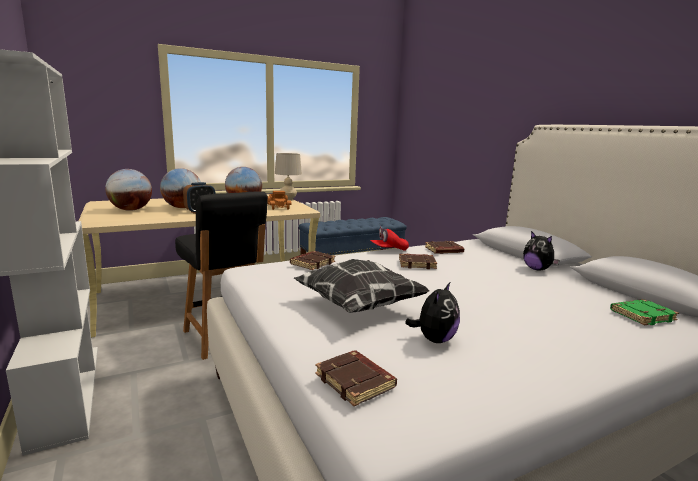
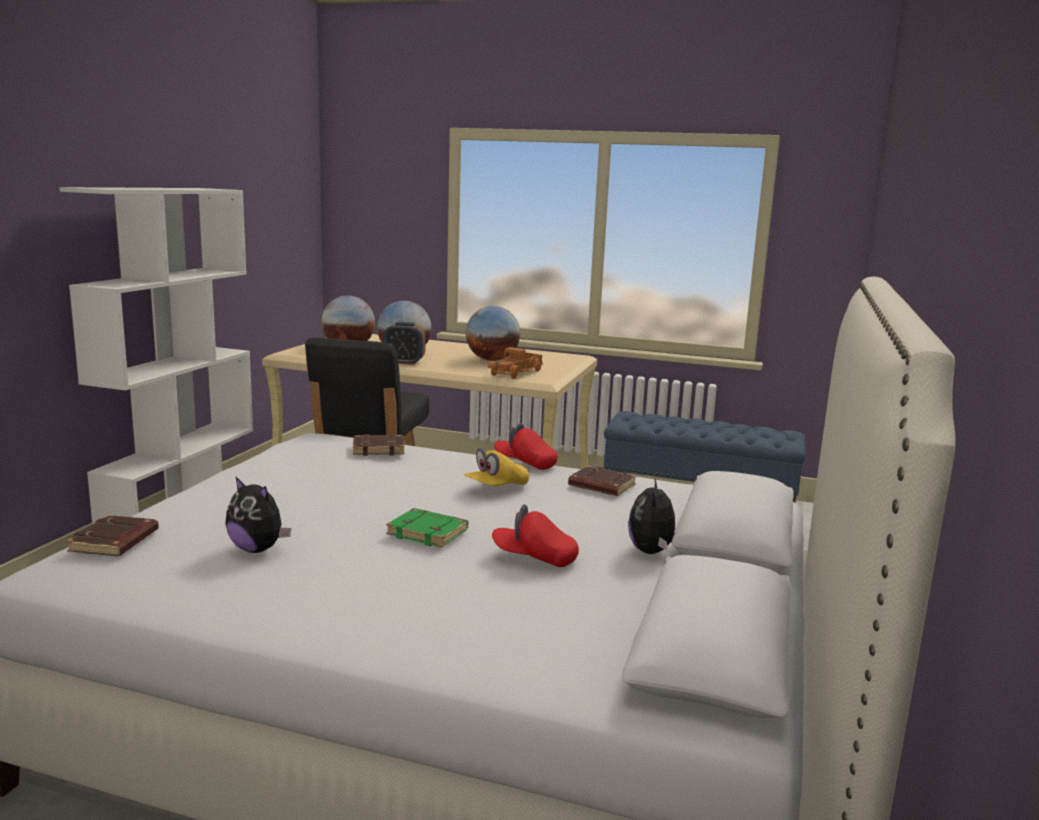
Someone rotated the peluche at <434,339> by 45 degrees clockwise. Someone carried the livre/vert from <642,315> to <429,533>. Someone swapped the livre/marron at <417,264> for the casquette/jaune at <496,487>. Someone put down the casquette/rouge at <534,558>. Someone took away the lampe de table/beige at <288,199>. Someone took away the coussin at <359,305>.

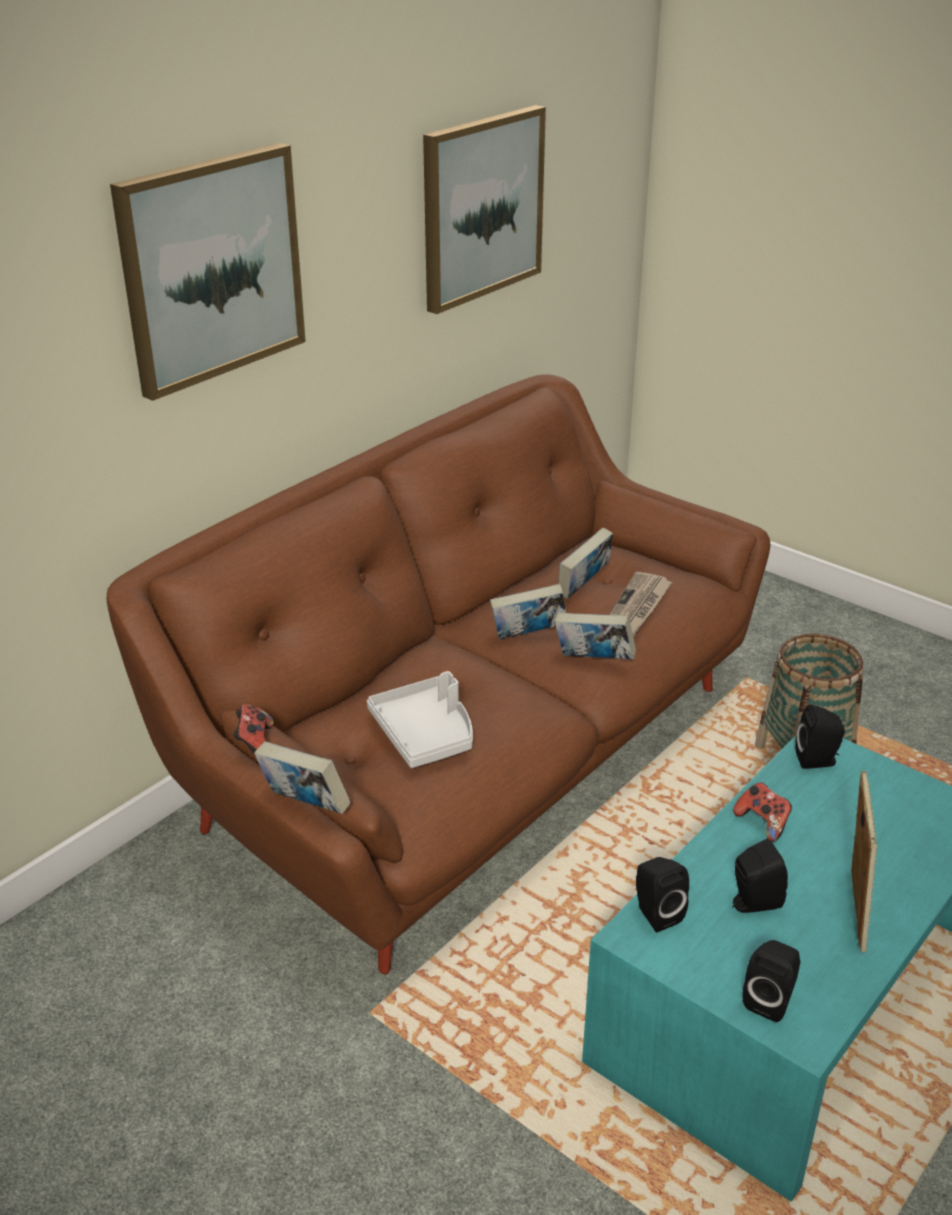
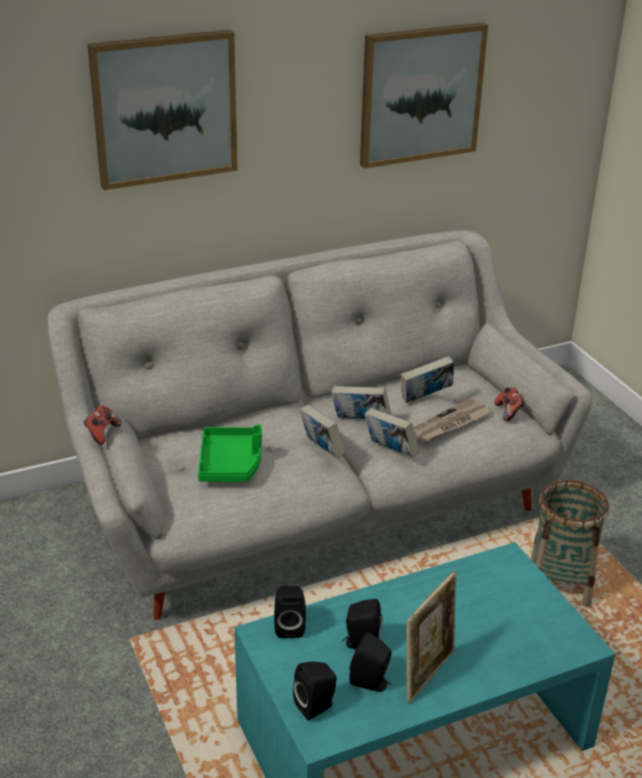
Someone repainted the canapé/marron at <476,758>, which became the canapé/gris at <318,504>. Someone repainted the plateau/gris at <425,734>, which became the plateau/vert at <231,464>. Someone carried the livre from <304,806> to <321,450>. Someone carried the enceinte/noir from <817,761> to <371,683>. Someone carried the manette from <762,823> to <508,412>.

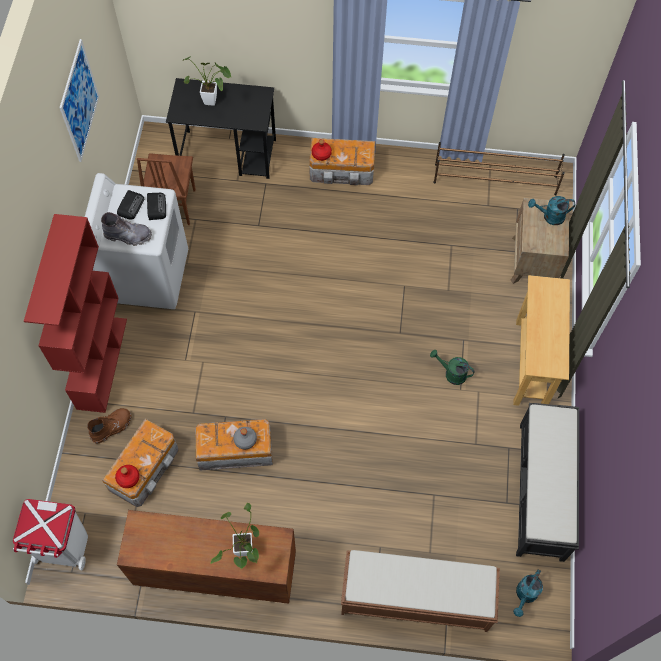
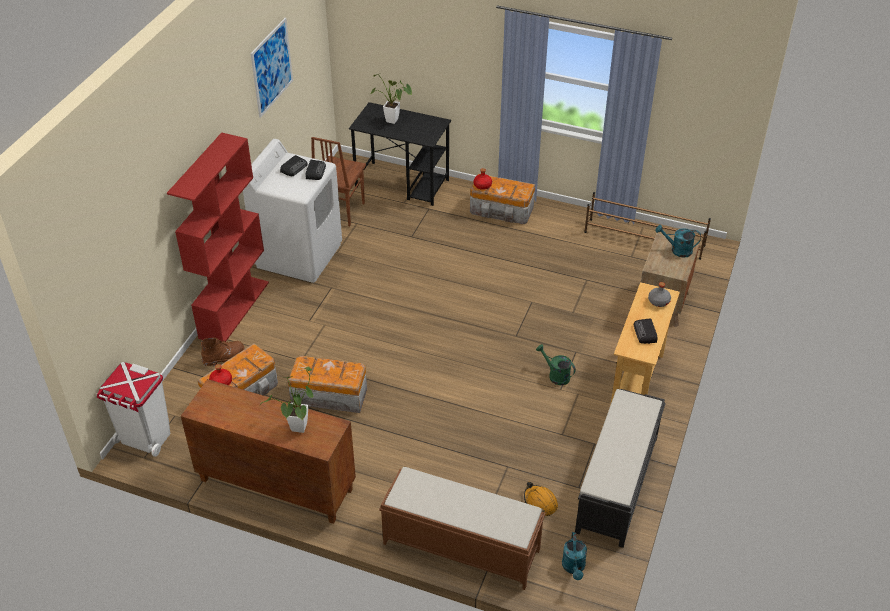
Someone put down the casque de chantier/orange at <540,502>. Someone rotated the arrosoir/turquoise at <525,595> by 45 degrees counterclockwise. Someone put down the radio at <645,333>. Someone carried the bouteille/gris from <245,439> to <658,301>. Someone took away the botte/gris at <128,236>.

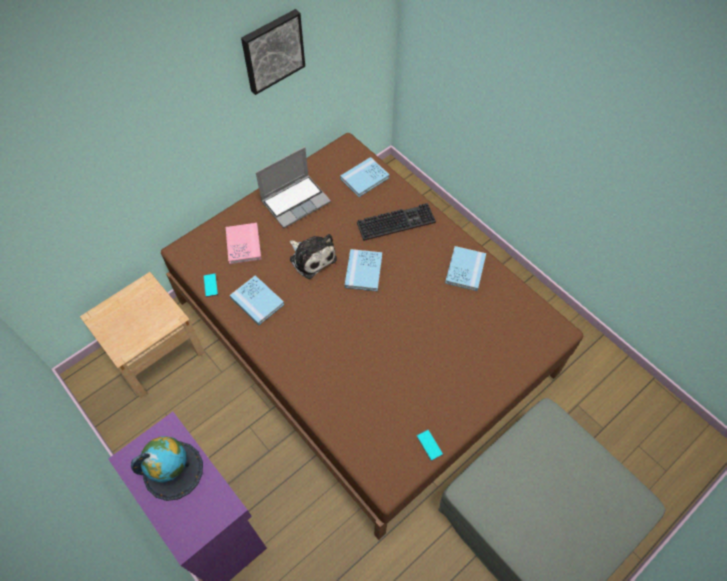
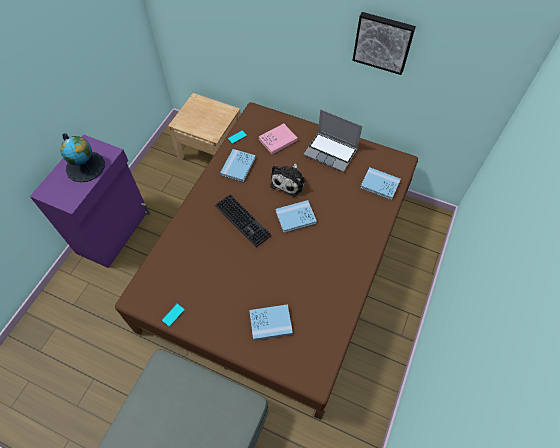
Someone carried the clavier from <397,221> to <244,220>. Someone carried the livre/bleu from <465,269> to <270,323>.

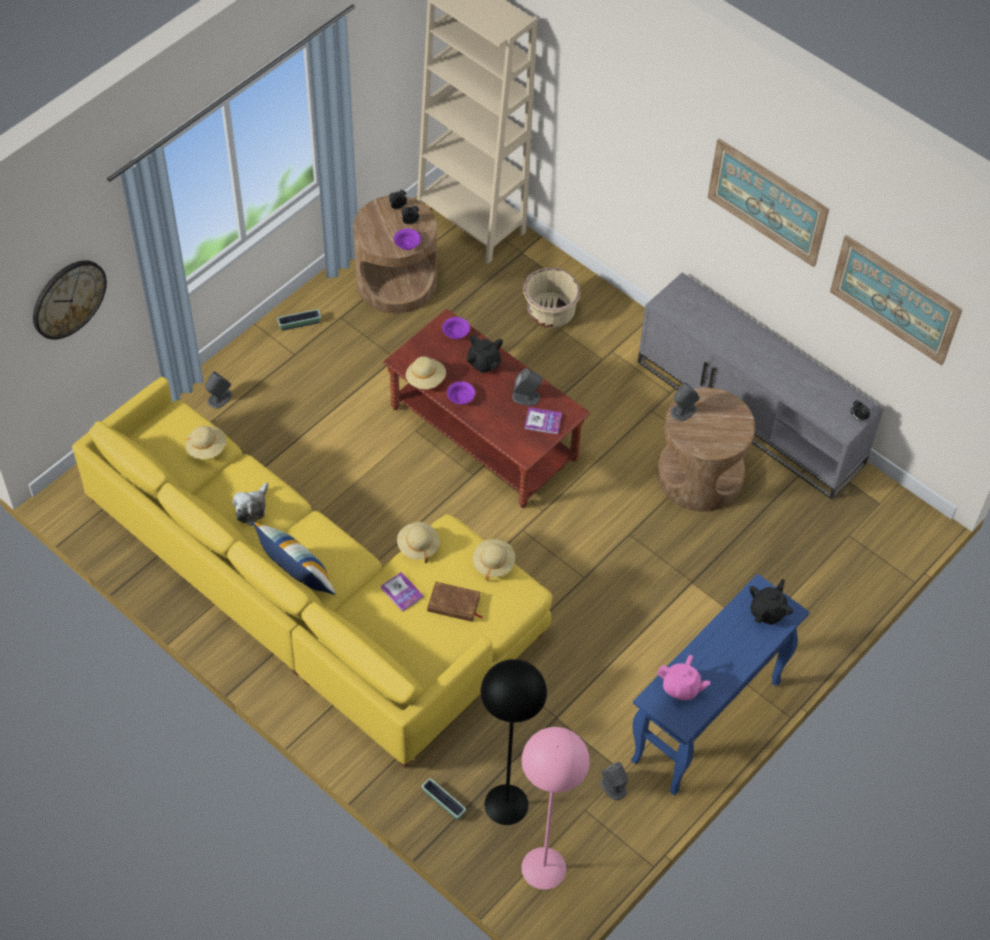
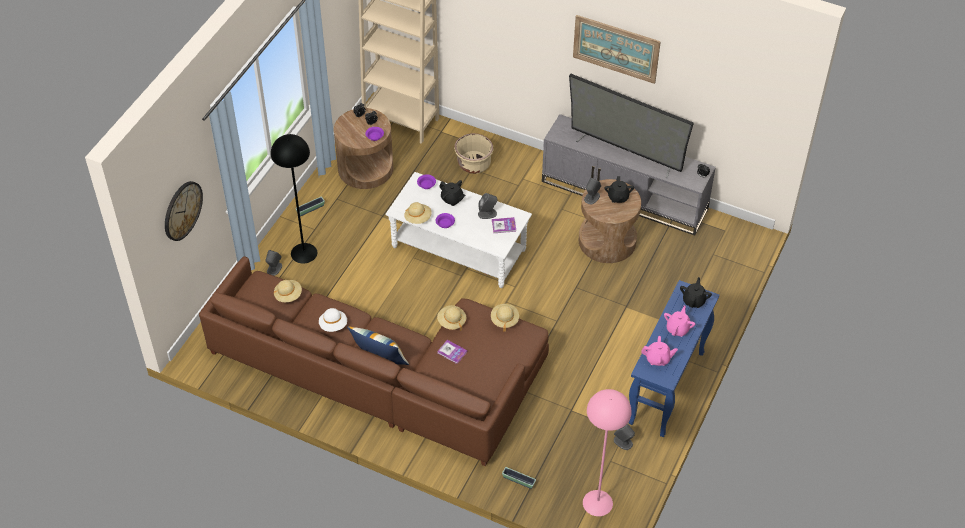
Someone repainted the canapé/jaune at <316,596>, which became the canapé/marron at <387,375>. Someone carried the lampadaire/noir from <506,804> to <303,253>. Someone swapped the peluche at <252,508> for the chapeau/blanc at <333,325>. Someone repainted the table basse/marron at <483,433>, which became the table basse/blanc at <458,248>. Someone put down the téléviseur at <625,152>. Someone put down the théière/noir at <618,197>. Someone put down the théière/rose at <678,329>. Someone took away the livre/marron at <454,604>. Someone took away the tableau at <895,299>.

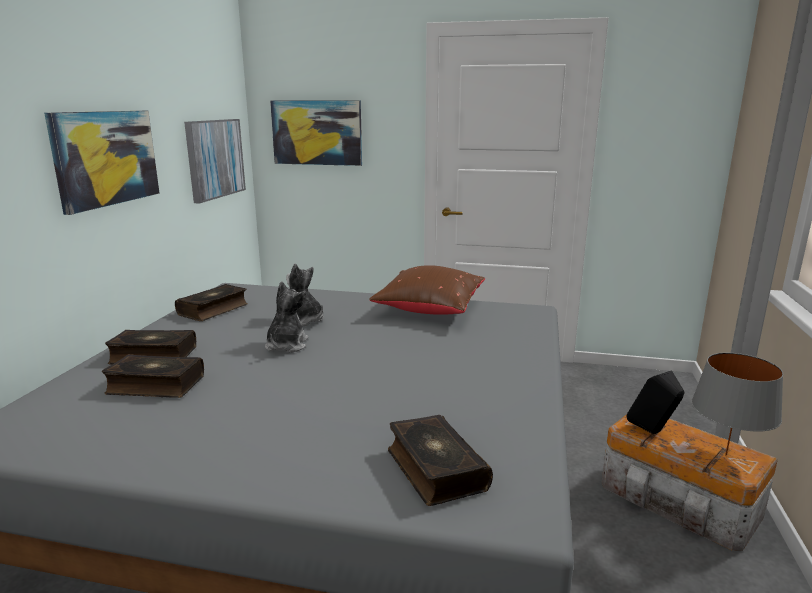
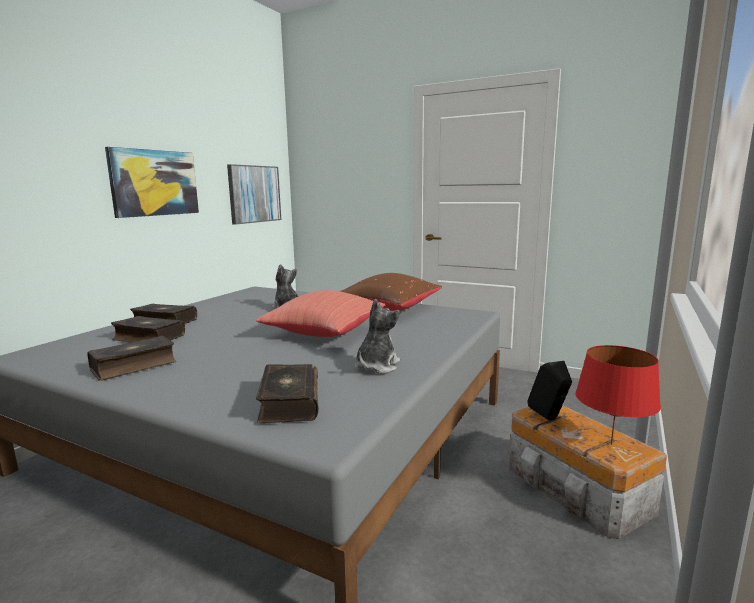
Someone carried the livre from <214,310> to <134,366>. Someone put down the coussin/rouge at <324,332>. Someone carried the peluche from <286,345> to <376,366>. Someone repainted the lampe de table/gris at <725,455>, which became the lampe de table/rouge at <611,444>. Someone took away the tableau at <317,132>.

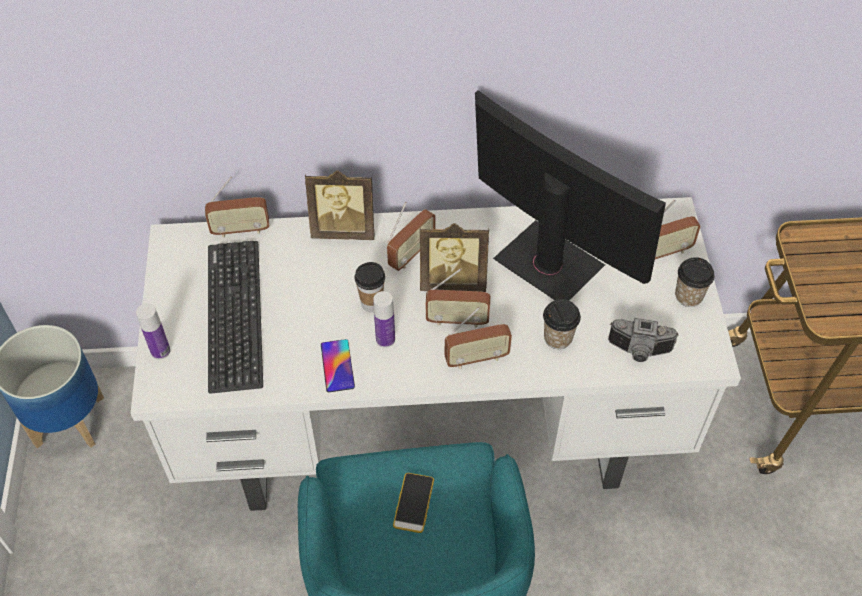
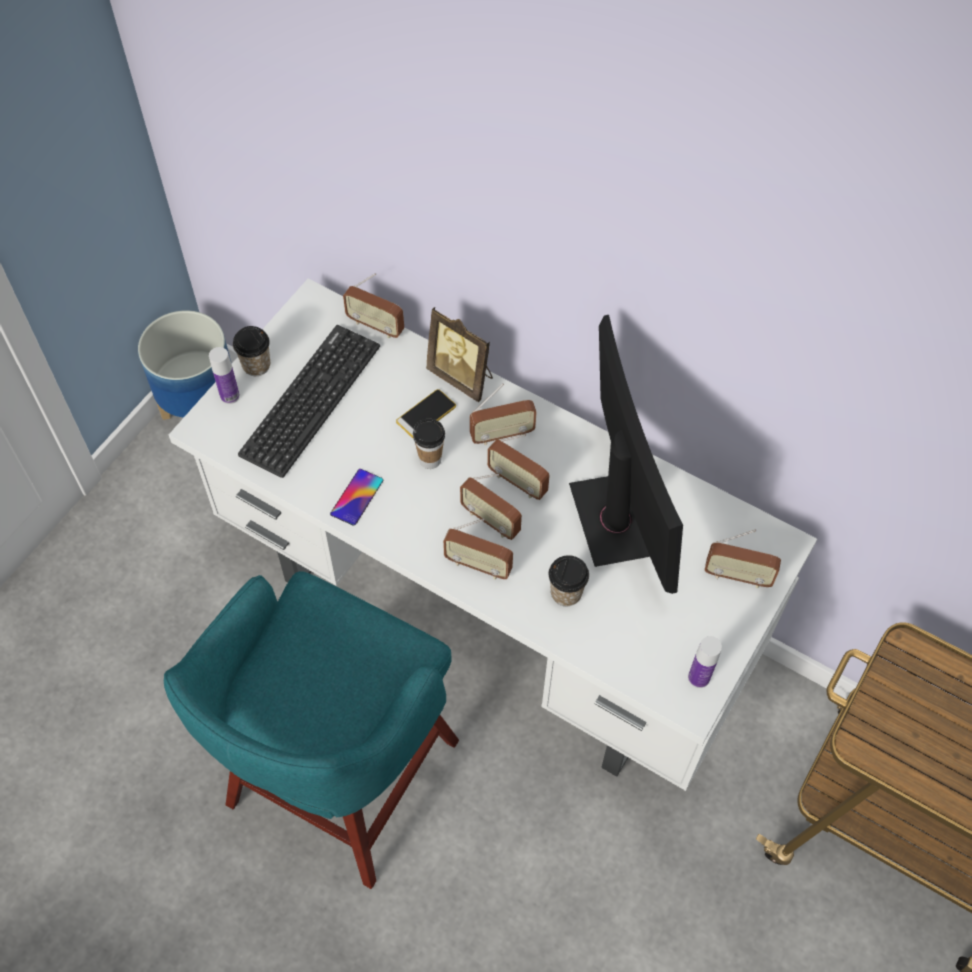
Someone carried the tasse from <688,296> to <256,365>. Someone carried the téléphone from <413,503> to <426,414>. Someone swapped the cadre photo at <453,281> for the radio at <517,482>. Someone carried the bouteille from <385,339> to <698,678>. Someone took away the appareil photo at <639,352>.

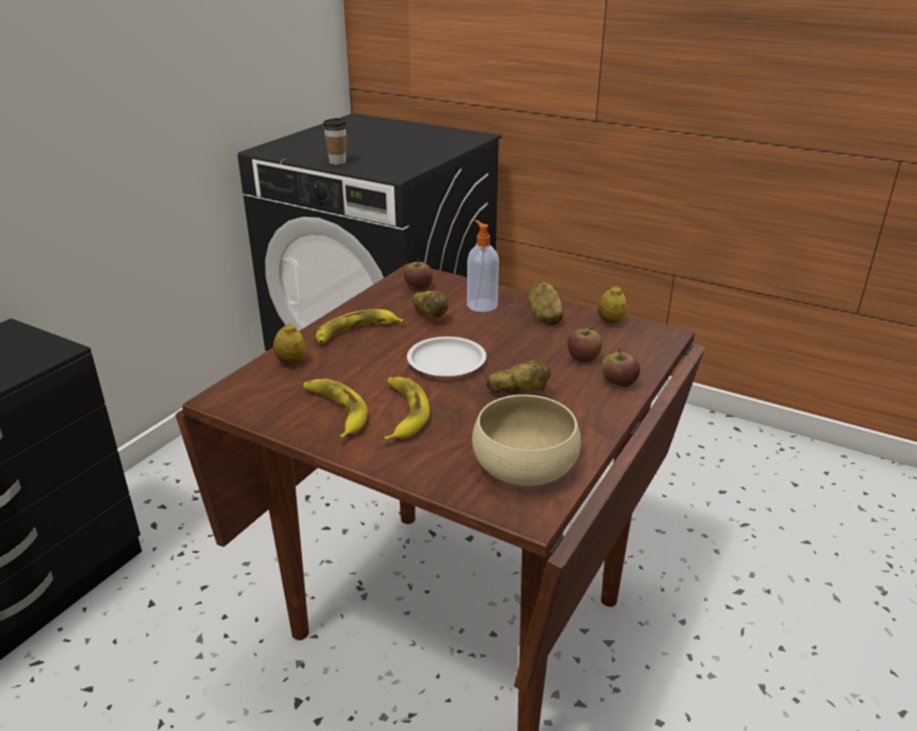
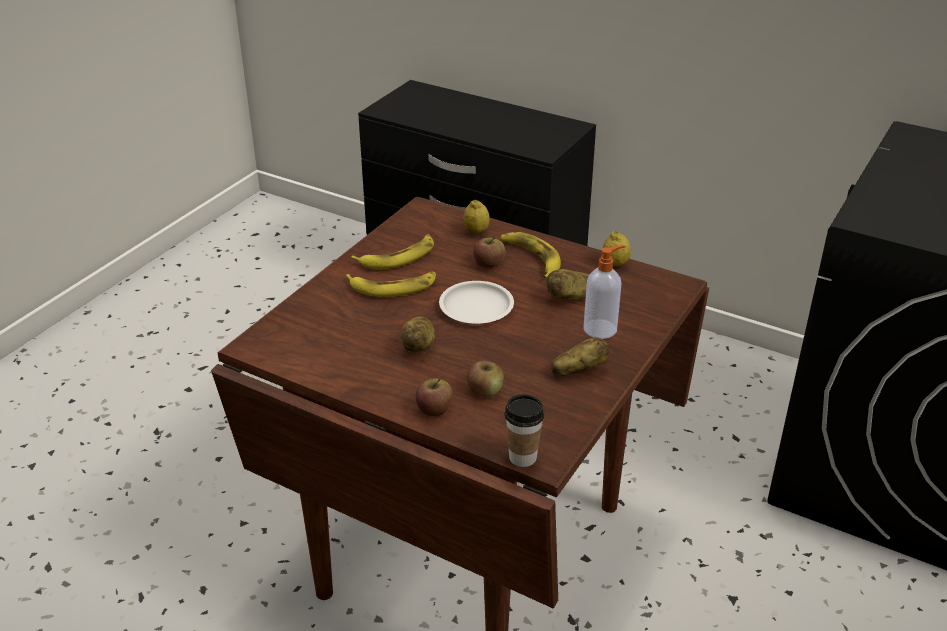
Someone carried the pomme from <418,287> to <489,263>. Someone carried the tasse from <337,162> to <522,457>. Someone carried the citron from <610,322> to <615,264>. Someone took away the bol/beige at <525,465>.

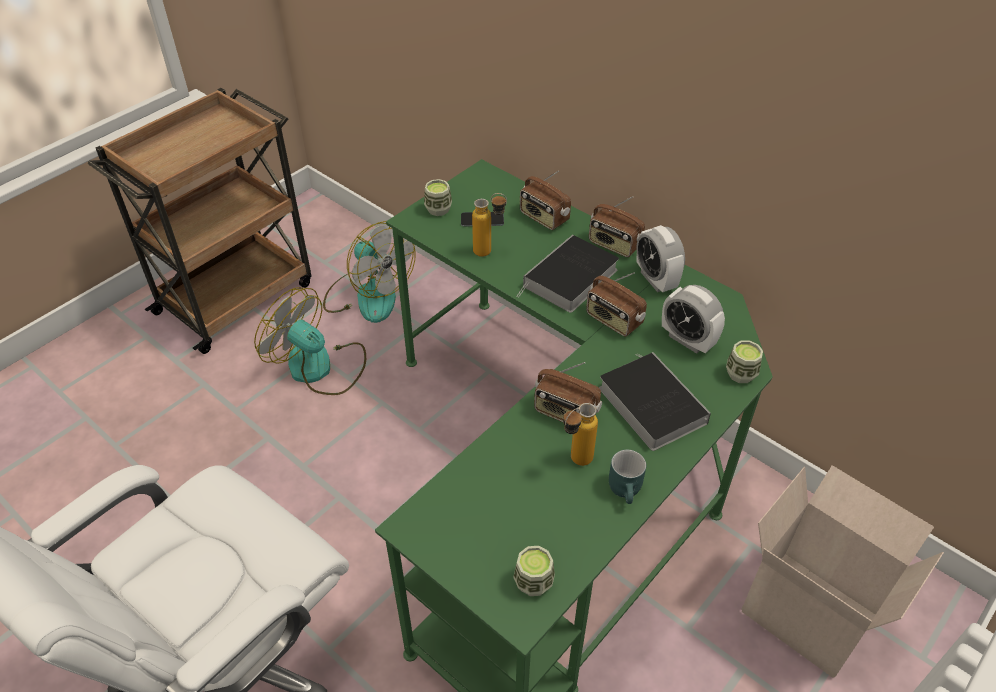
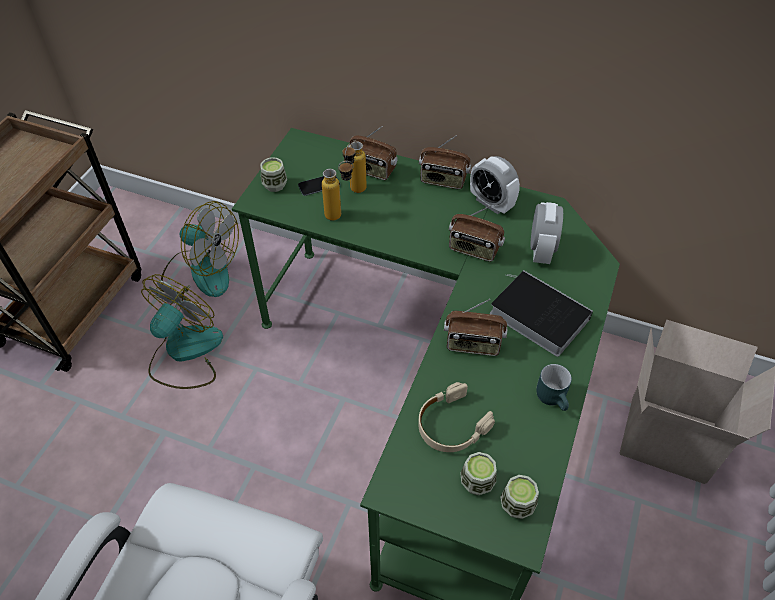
Someone rotated the ventilateur at <320,368> by 105 degrees clockwise. Someone carried the bouteille from <575,463> to <355,192>. Someone put down the casque audio/beige at <451,425>. Someone carried the tasse from <741,373> to <477,482>. Someone rotated the réveil at <687,340> by 105 degrees counterclockwise. Someone took away the livre at <569,280>.

